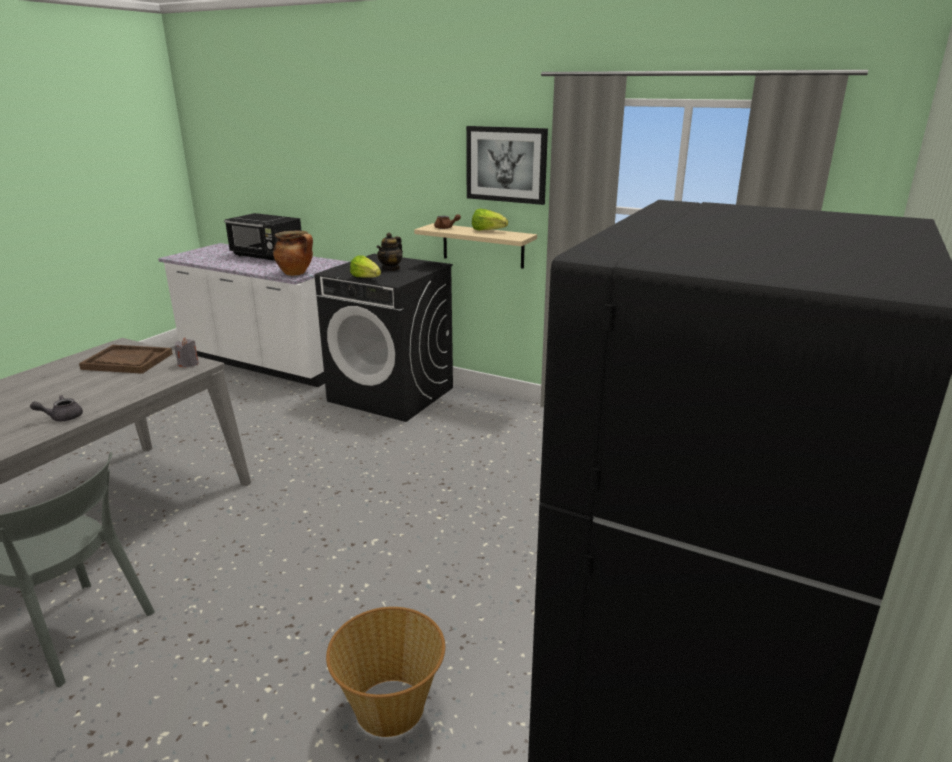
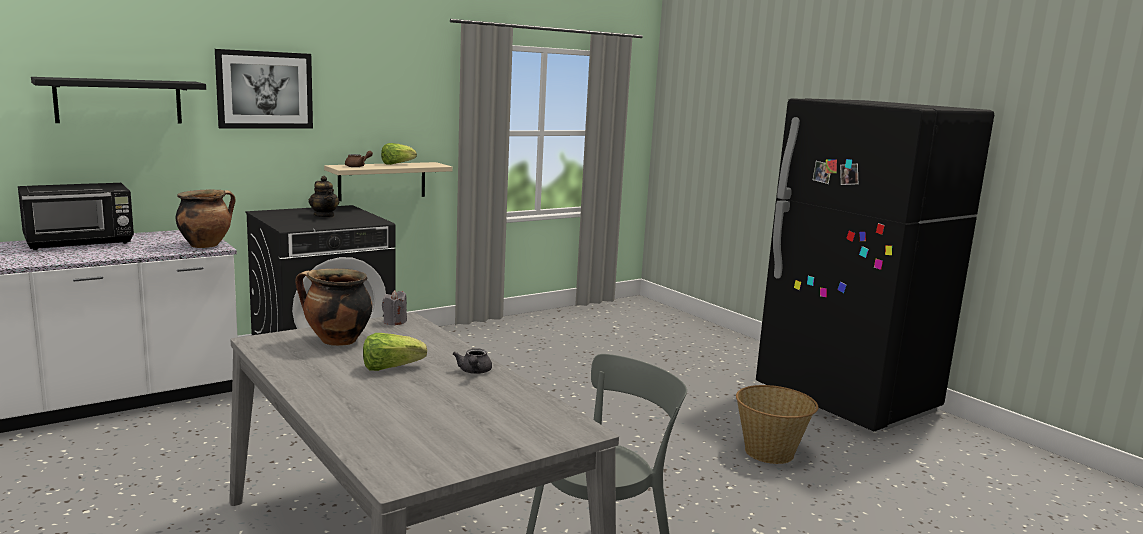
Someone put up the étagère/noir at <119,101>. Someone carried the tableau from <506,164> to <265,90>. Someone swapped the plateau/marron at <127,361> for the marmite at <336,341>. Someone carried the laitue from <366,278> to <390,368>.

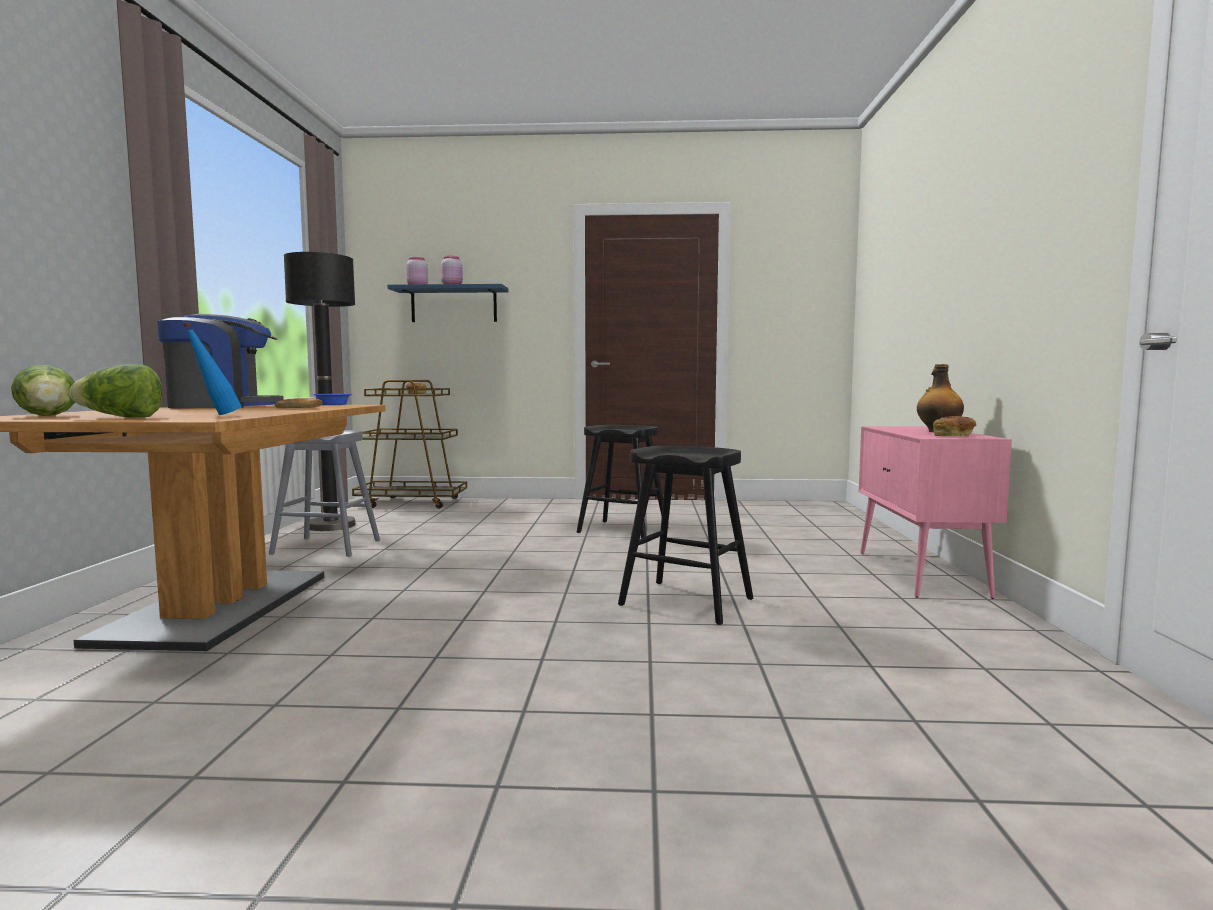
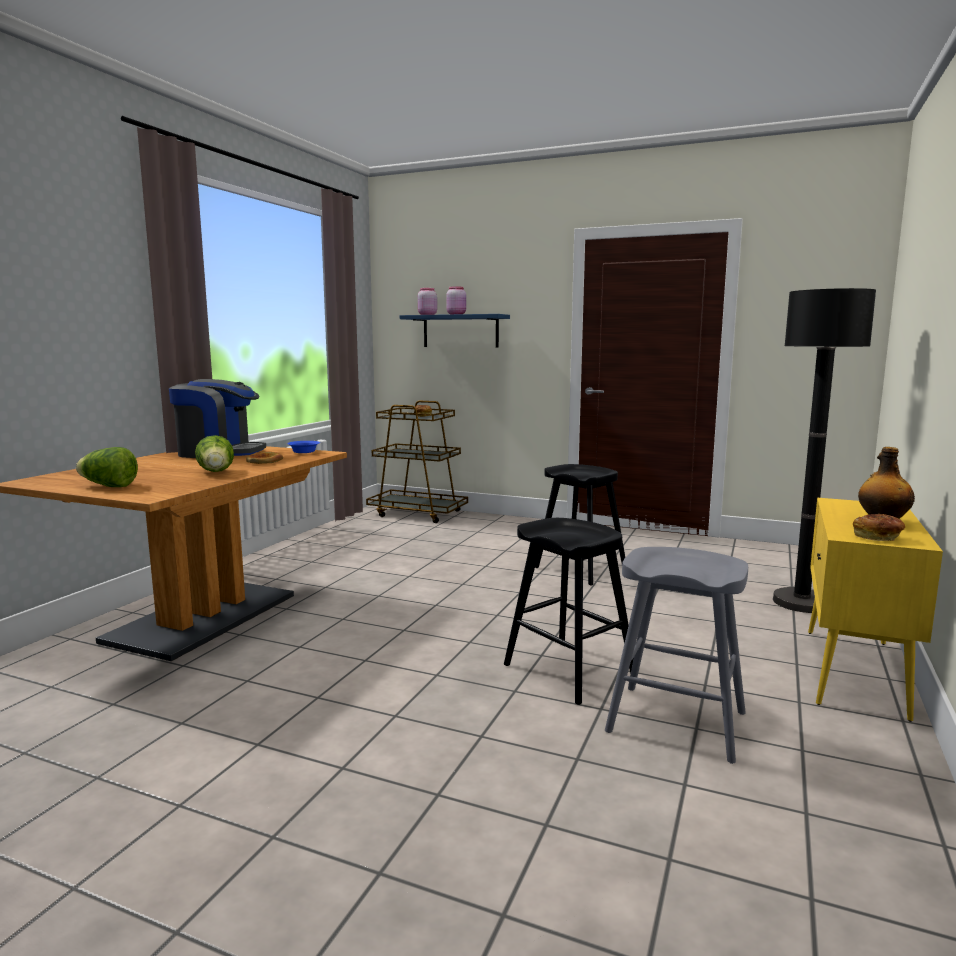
Someone carried the laitue from <49,416> to <216,472>. Someone carried the tabouret/gris from <326,547> to <676,722>. Someone carried the lampadaire/noir from <331,526> to <801,602>. Someone repainted the meuble de rangement/rose at <921,574>, which became the meuble de rangement/jaune at <854,672>. Someone took away the bouteille/bleu at <215,415>.

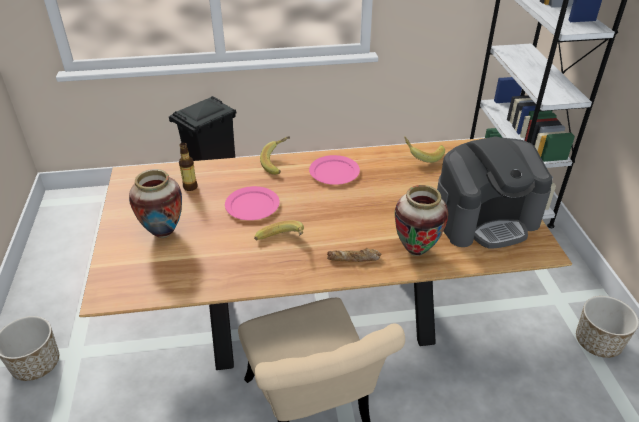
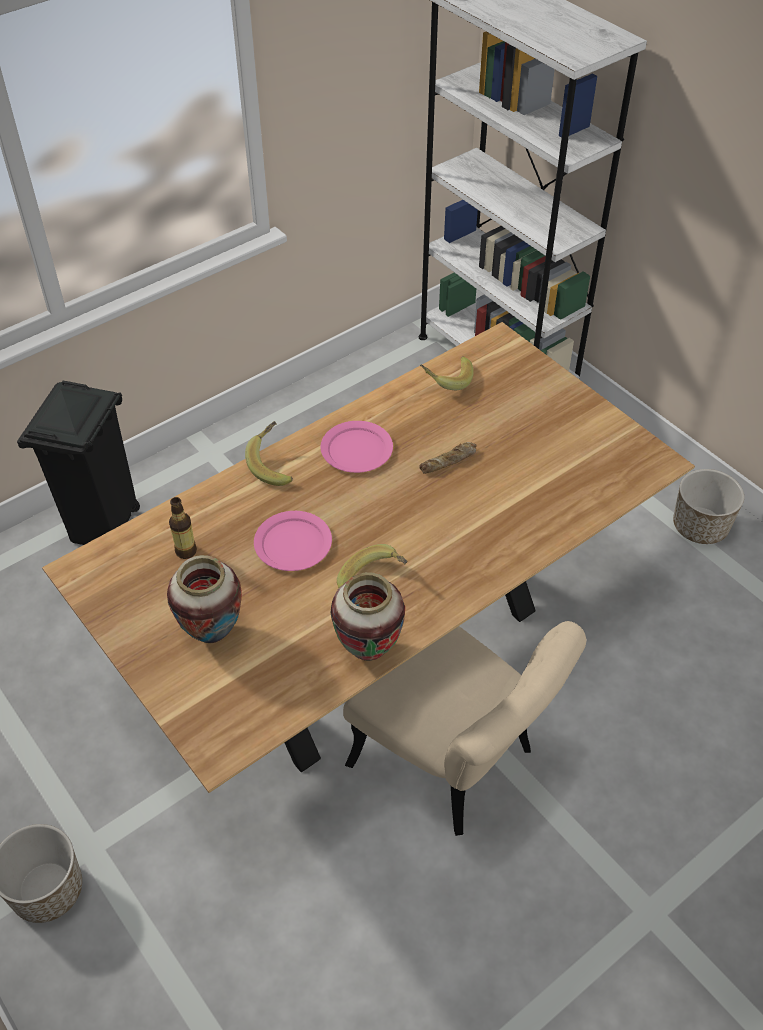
Someone carried the vase from <416,250> to <369,651>. Someone carried the pain from <354,258> to <449,461>. Someone took away the machine à café at <485,219>.

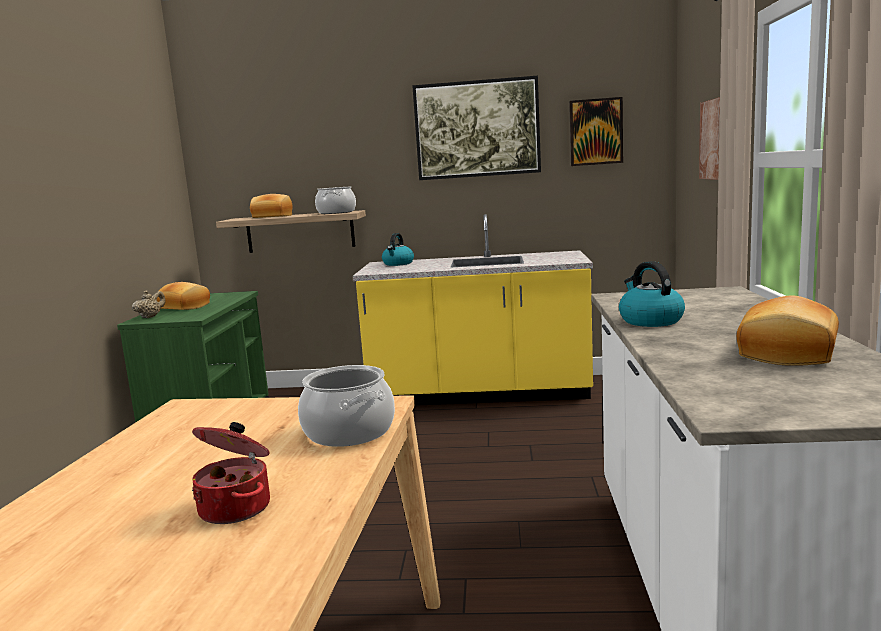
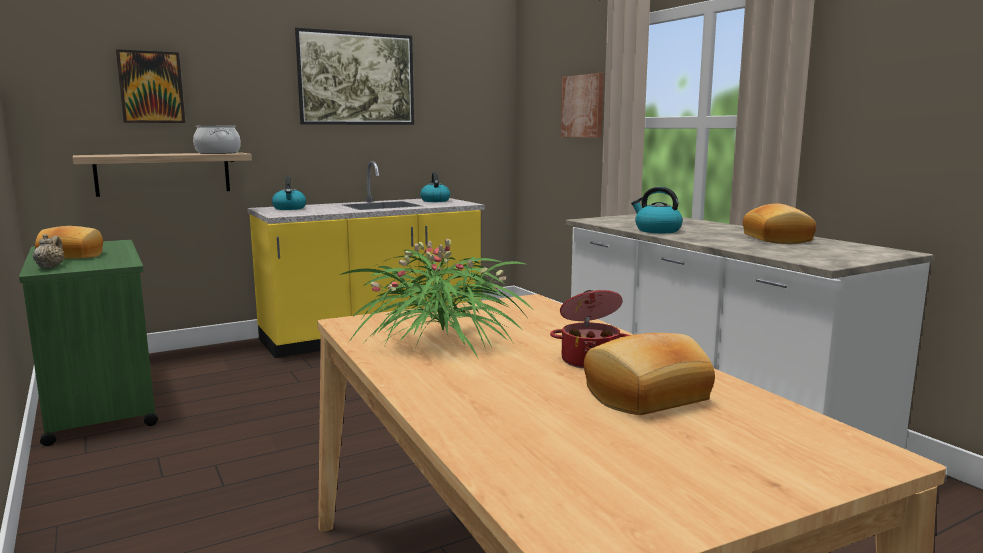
Someone carried the tableau from <596,132> to <151,87>. Someone put down the plante en pot at <440,341>. Someone put down the bouilloire at <435,200>. Someone carried the pain from <272,216> to <647,397>. Someone took away the marmite at <348,432>.

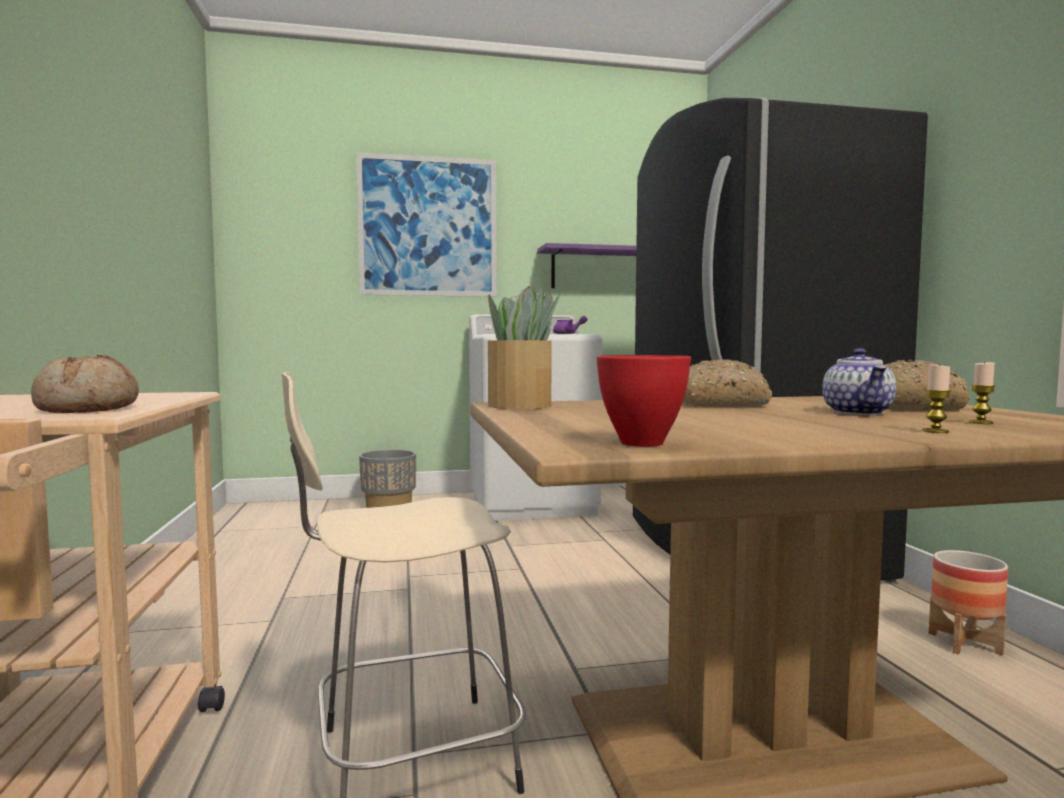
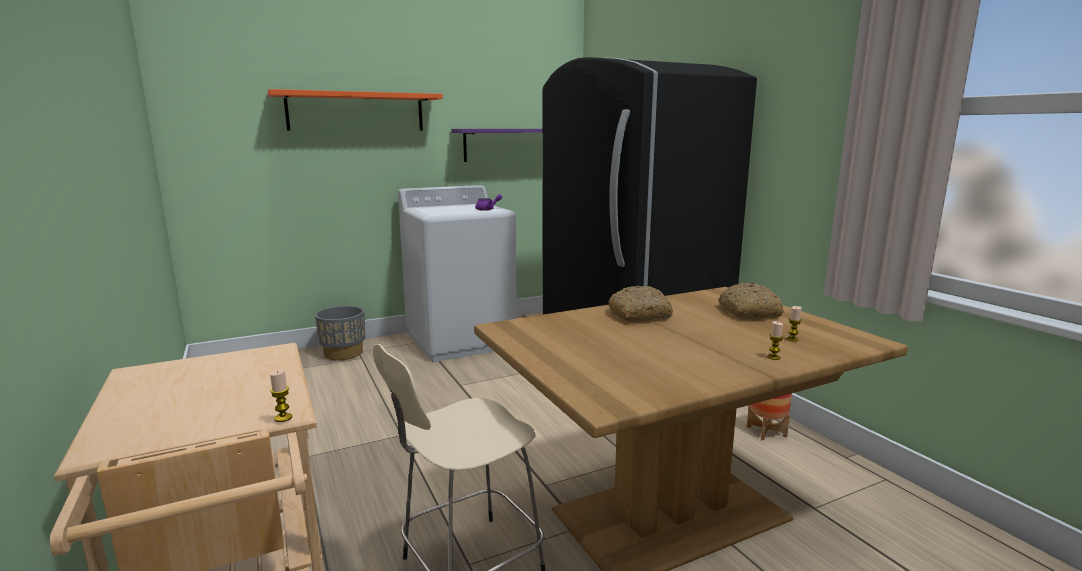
Someone swapped the tableau at <428,227> for the étagère/orange at <356,112>. Someone put down the bougie at <283,418>. Someone took away the pain at <91,408>. Someone took away the plante en pot at <519,405>. Someone took away the bol/rouge at <644,443>. Someone took away the théière at <858,412>.

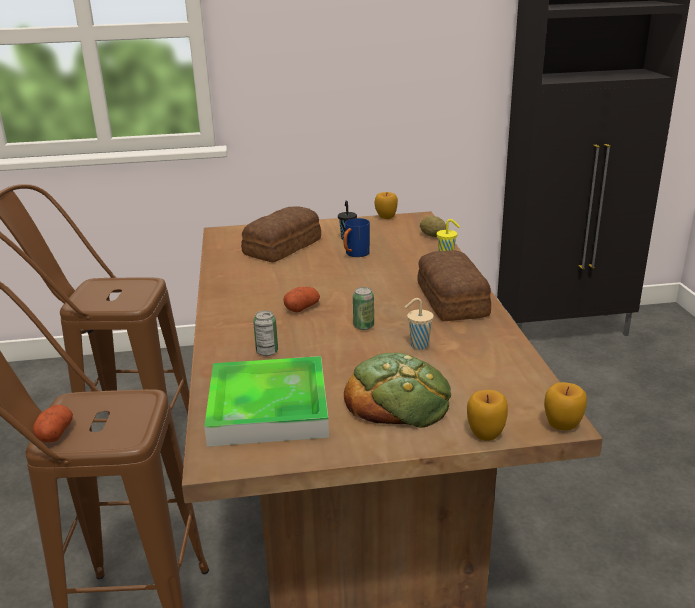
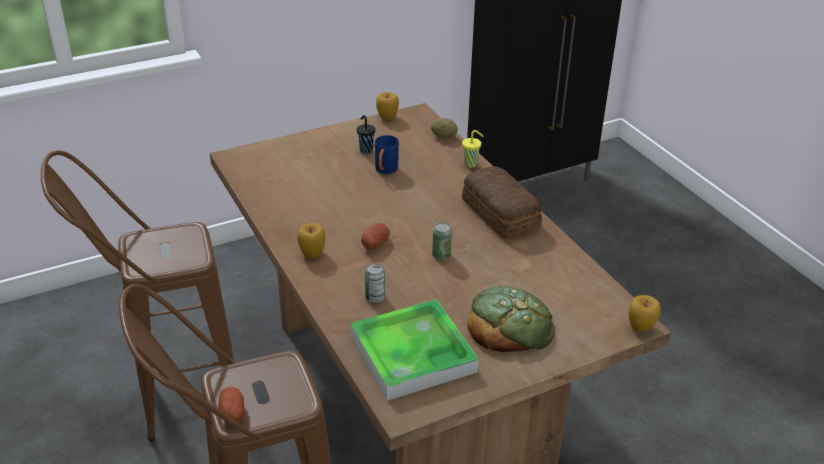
Someone carried the pomme from <485,434> to <312,253>. Someone took away the pain at <284,247>. Someone took away the tasse/beige at <418,345>.

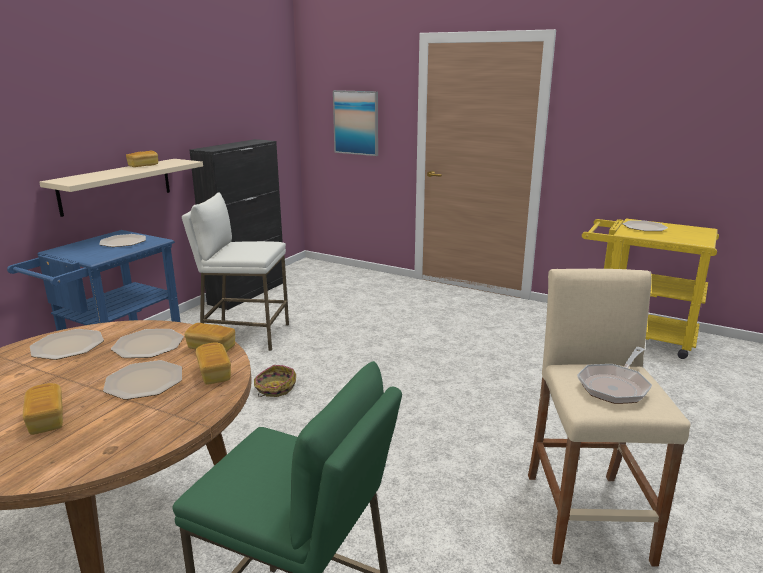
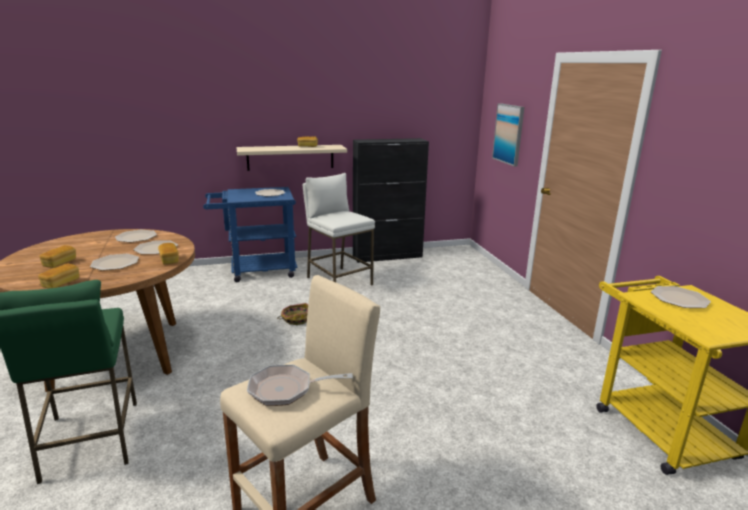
Someone carried the pain from <214,374> to <61,283>.

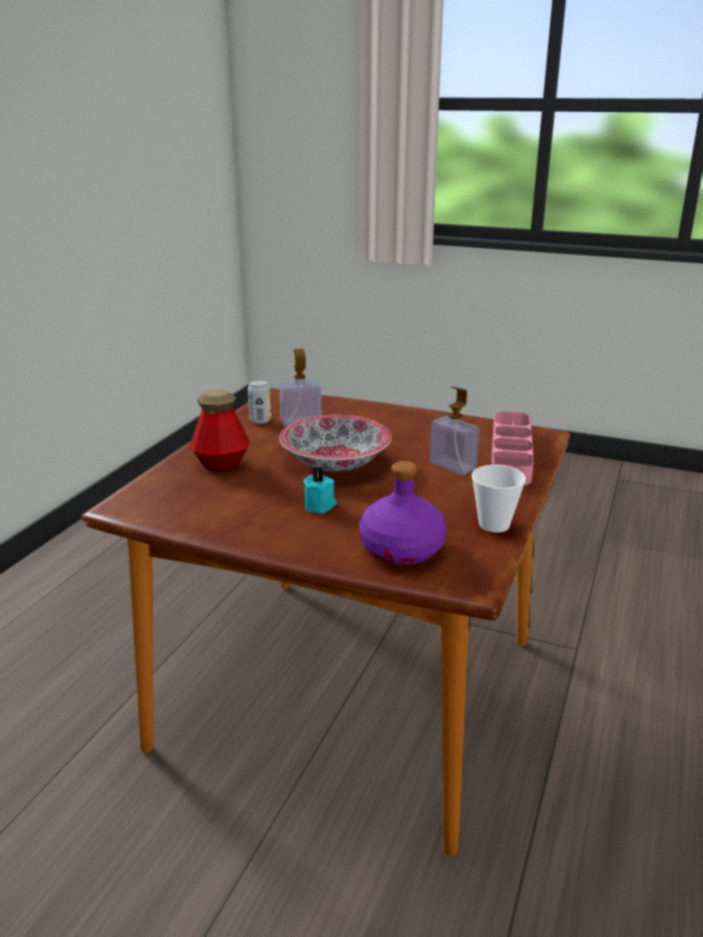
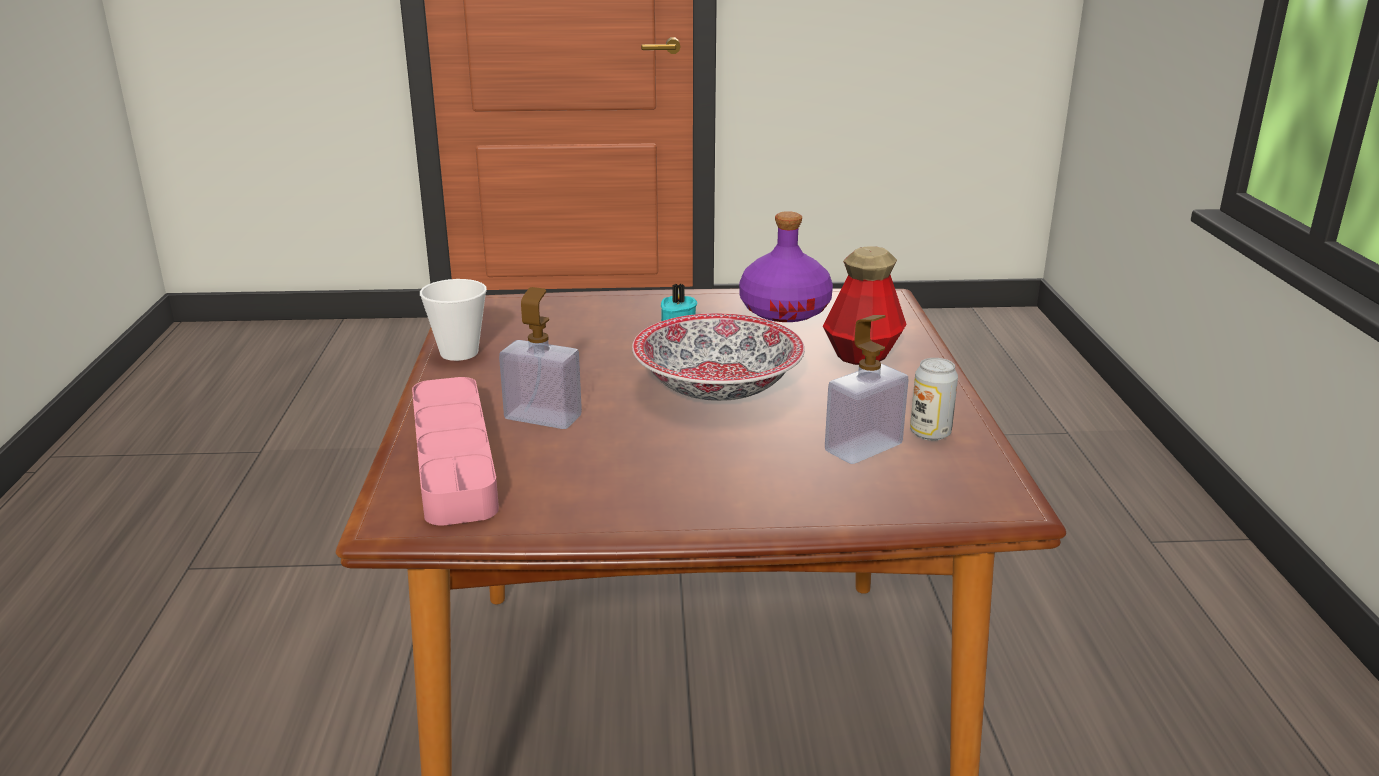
Someone carried the bouteille/violet from <401,549> to <784,310>.

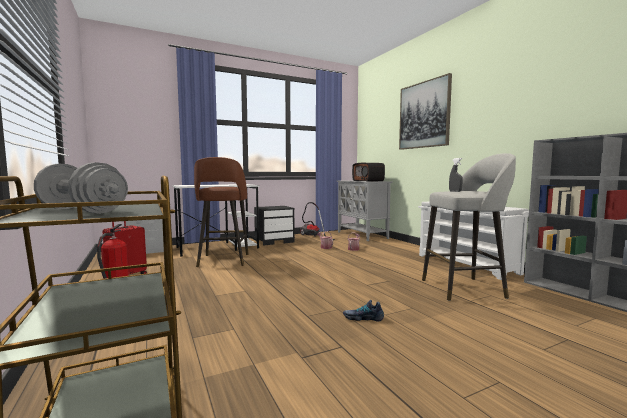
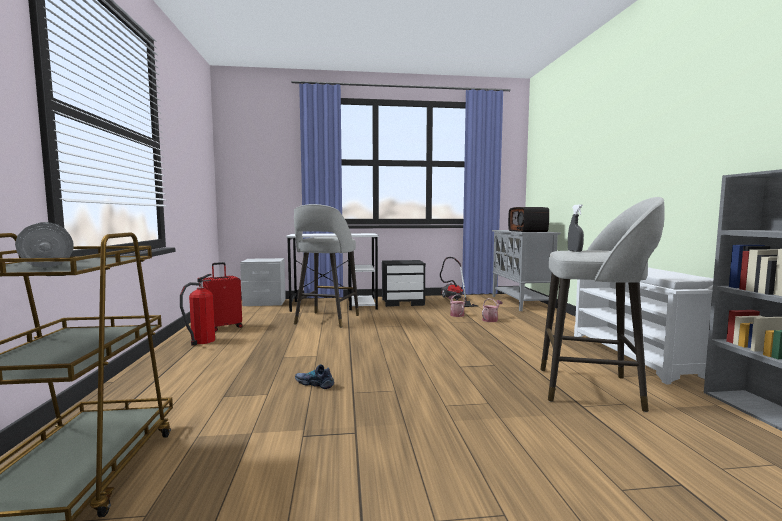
Someone repainted the tabouret/marron at <223,261>, which became the tabouret/gris at <326,320>. Someone carried the chaussure from <363,318> to <314,383>. Someone took away the tableau at <424,115>.

